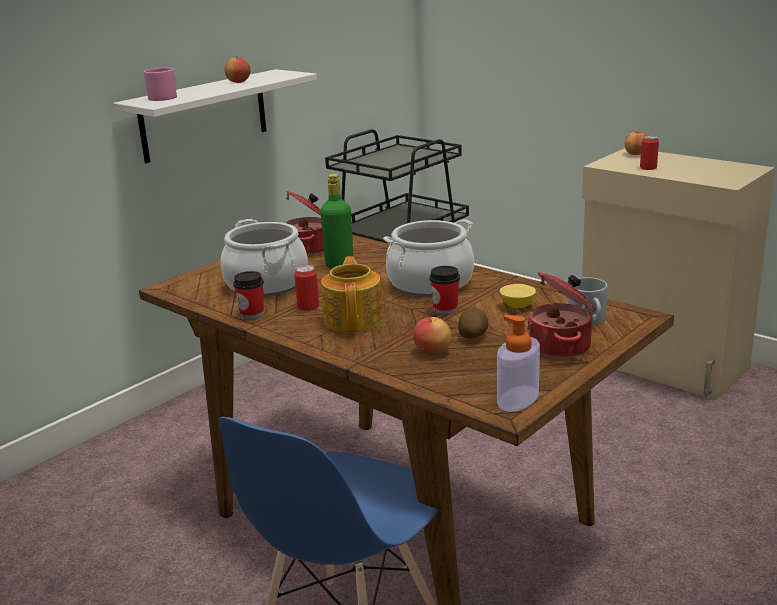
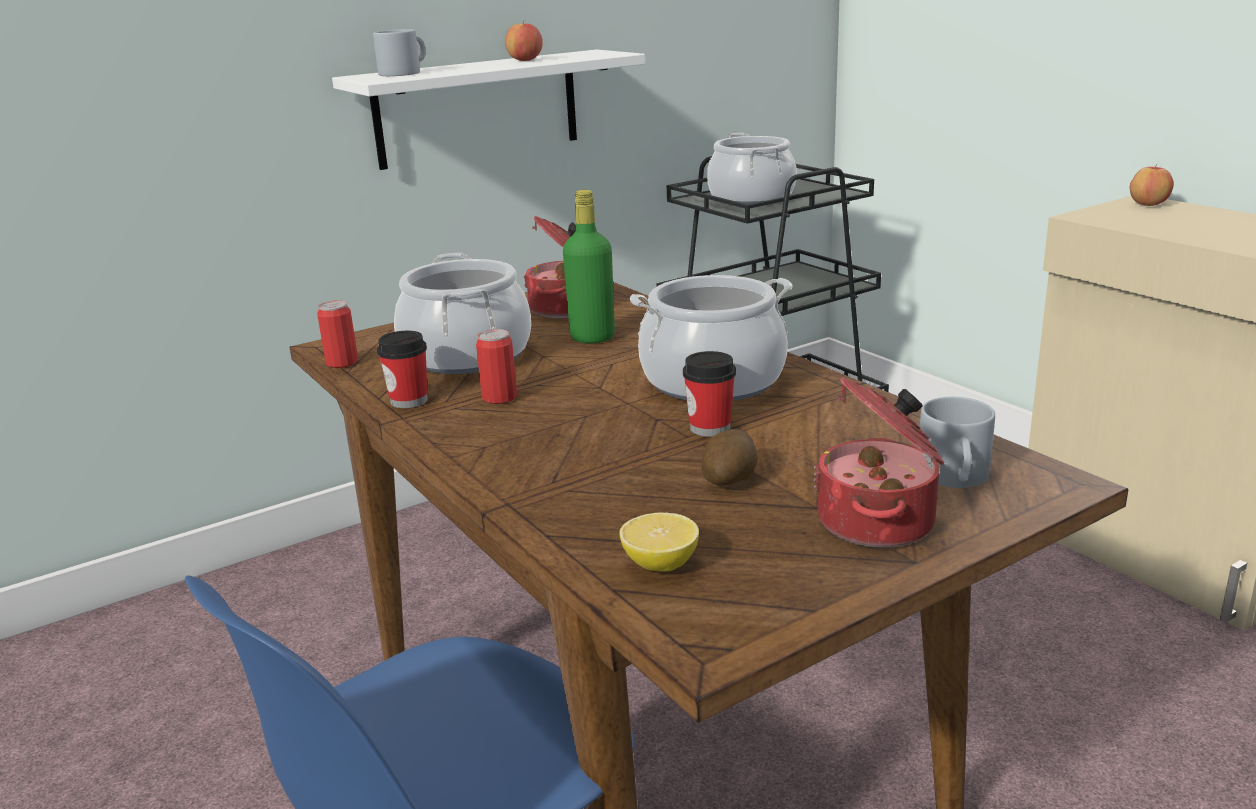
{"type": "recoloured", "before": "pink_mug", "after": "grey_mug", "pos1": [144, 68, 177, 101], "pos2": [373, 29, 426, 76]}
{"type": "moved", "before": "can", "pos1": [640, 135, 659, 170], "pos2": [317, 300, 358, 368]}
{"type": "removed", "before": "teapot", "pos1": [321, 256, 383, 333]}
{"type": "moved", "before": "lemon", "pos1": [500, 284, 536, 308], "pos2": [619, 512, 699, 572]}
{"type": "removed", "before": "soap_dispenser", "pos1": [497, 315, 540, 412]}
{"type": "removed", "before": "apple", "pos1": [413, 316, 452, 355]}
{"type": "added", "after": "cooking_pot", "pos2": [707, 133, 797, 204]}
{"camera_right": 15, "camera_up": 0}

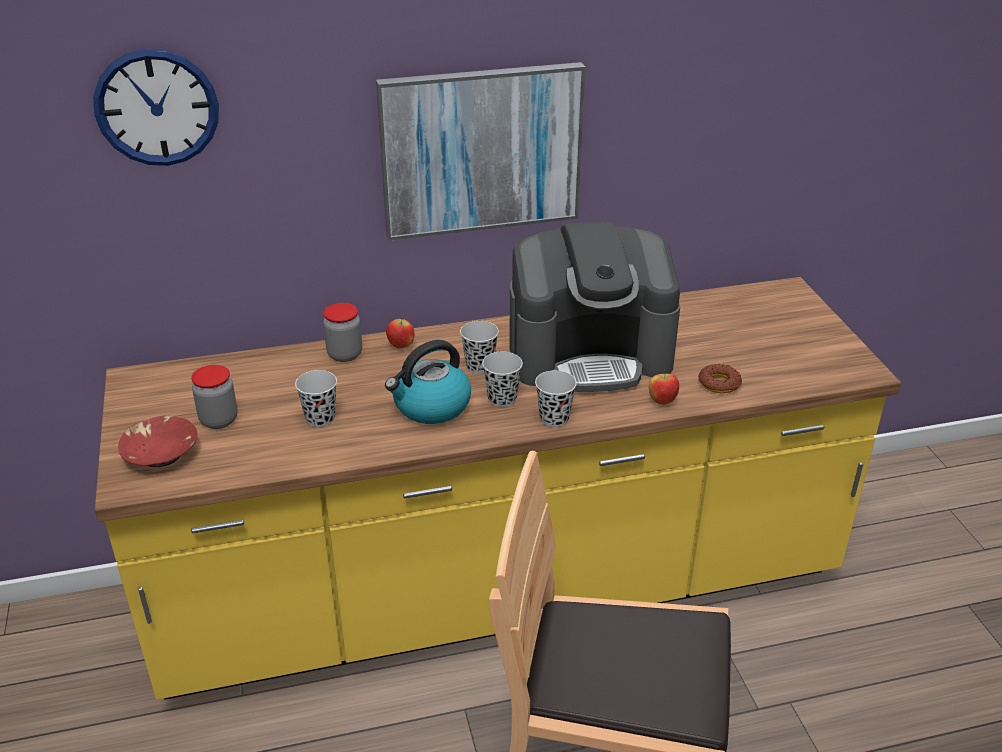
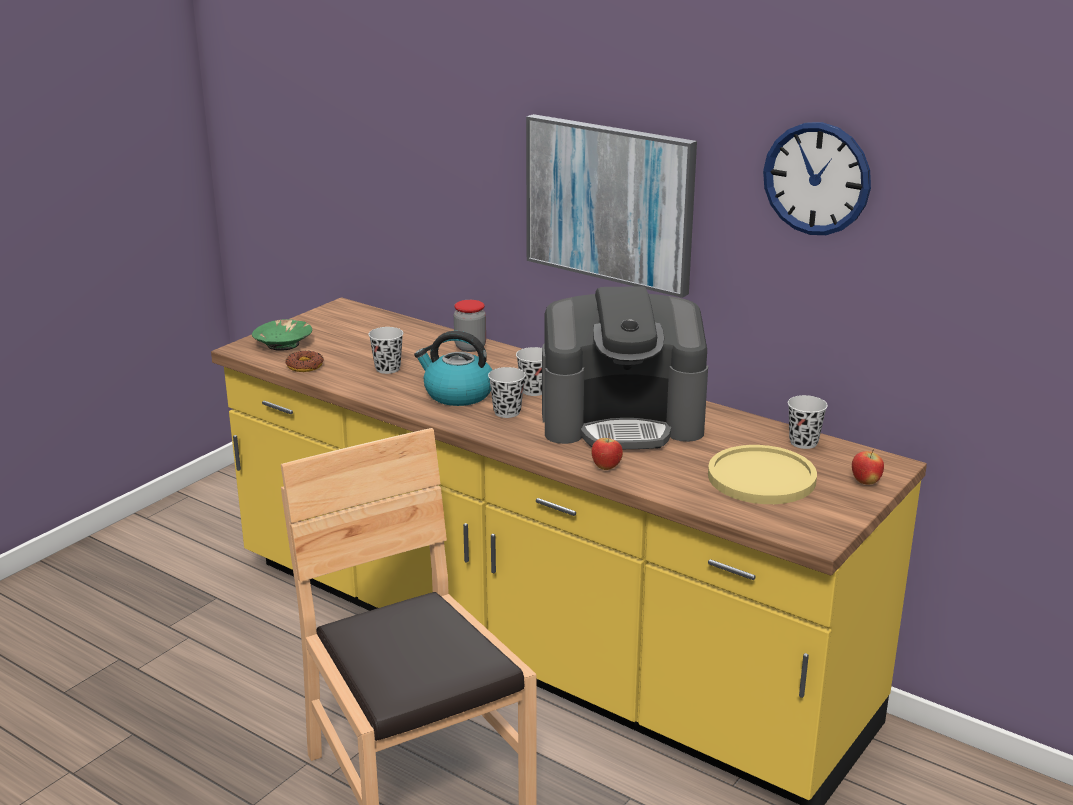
{"type": "moved", "before": "wall_clock", "pos1": [93, 49, 219, 166], "pos2": [763, 122, 871, 235]}
{"type": "turned", "before": "coffee_machine", "pos1": [509, 221, 680, 392], "pos2": [542, 286, 708, 449], "turn": -45}
{"type": "moved", "before": "apple", "pos1": [386, 316, 415, 349], "pos2": [852, 449, 884, 485]}
{"type": "moved", "before": "donut", "pos1": [698, 364, 742, 393], "pos2": [285, 351, 324, 372]}
{"type": "removed", "before": "jar", "pos1": [191, 365, 238, 429]}
{"type": "moved", "before": "black_cup", "pos1": [535, 370, 577, 427], "pos2": [788, 395, 828, 449]}
{"type": "recoloured", "before": "red_bowl", "after": "green_bowl", "pos1": [118, 416, 197, 467], "pos2": [252, 319, 312, 351]}
{"type": "added", "after": "yellow_plate", "pos2": [708, 445, 817, 504]}
{"camera_right": 50, "camera_up": -10}

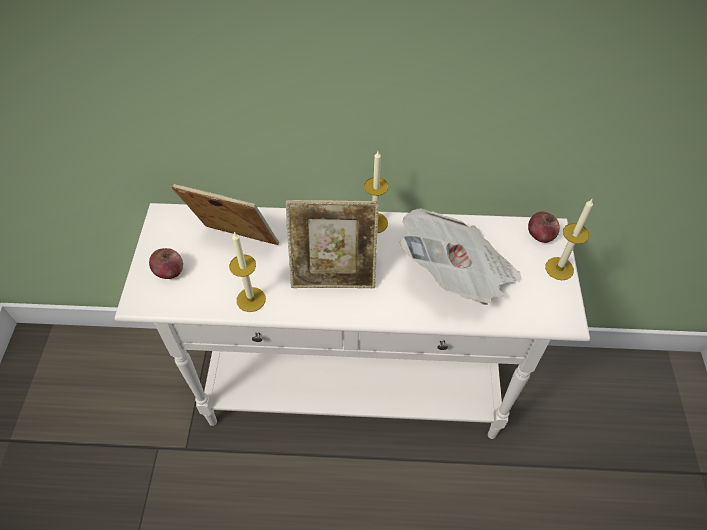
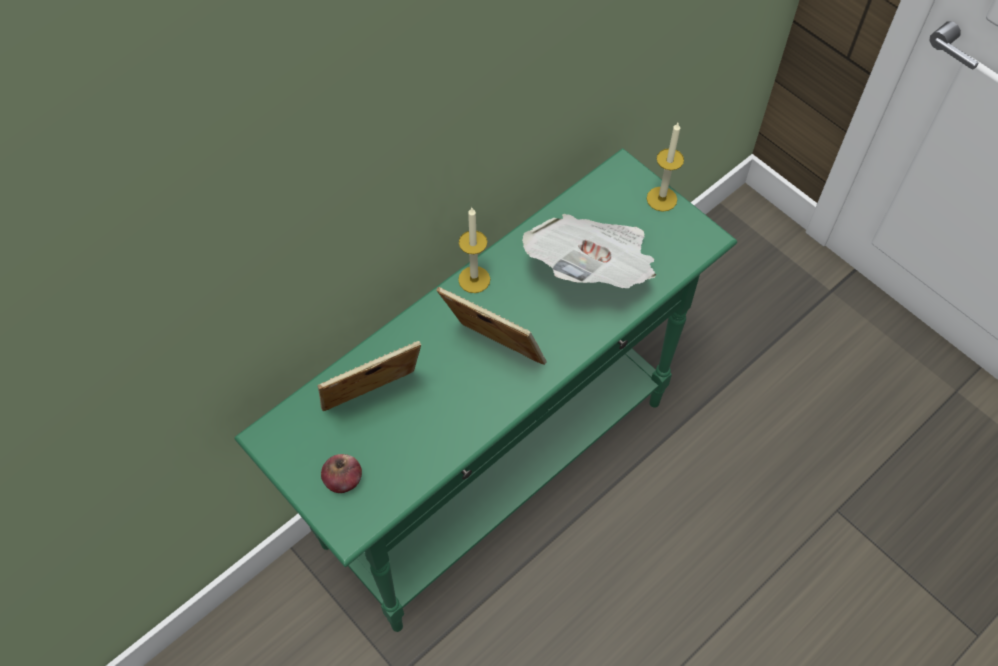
{"type": "turned", "before": "picture_frame", "pos1": [286, 200, 379, 288], "pos2": [437, 287, 547, 365], "turn": -105}
{"type": "recoloured", "before": "white_console_table", "after": "green_console_table", "pos1": [115, 203, 590, 439], "pos2": [234, 148, 737, 632]}
{"type": "removed", "before": "apple", "pos1": [528, 212, 560, 243]}
{"type": "removed", "before": "candle", "pos1": [229, 232, 266, 312]}
{"camera_right": -45, "camera_up": 5}

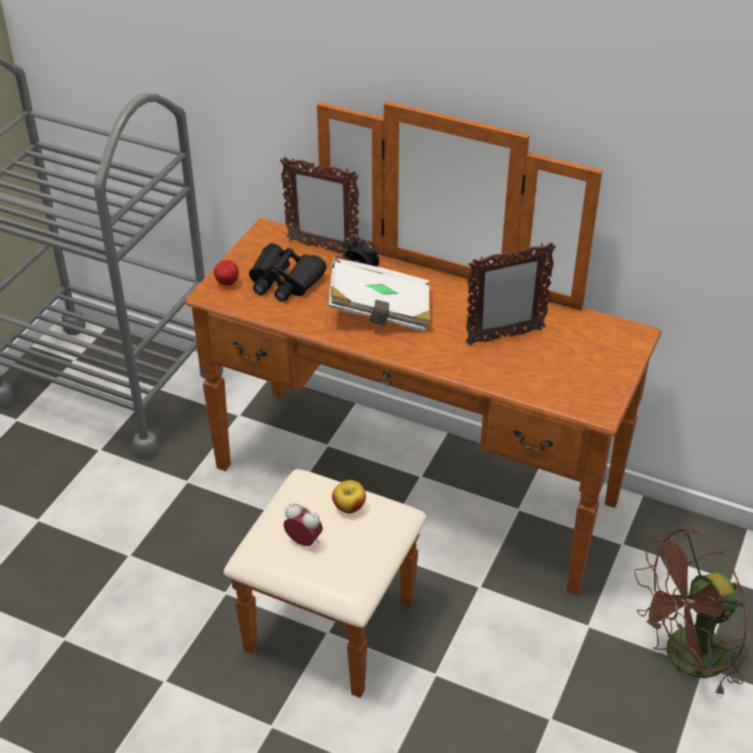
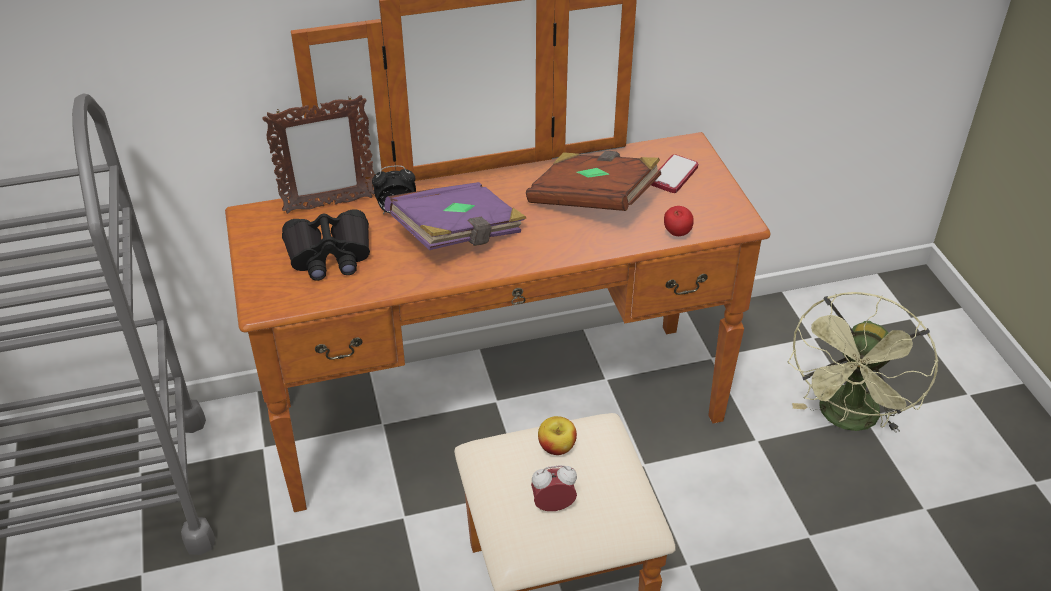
{"type": "replaced", "before": "picture_frame", "after": "brown_book", "pos1": [466, 242, 556, 346], "pos2": [526, 151, 661, 211]}
{"type": "recoloured", "before": "white_book", "after": "purple_book", "pos1": [328, 256, 431, 332], "pos2": [384, 182, 527, 250]}
{"type": "moved", "before": "apple", "pos1": [214, 260, 239, 286], "pos2": [664, 206, 694, 236]}
{"type": "recoloured", "before": "brown_fan", "after": "green_fan", "pos1": [634, 528, 749, 698], "pos2": [788, 292, 939, 433]}
{"type": "added", "after": "phone", "pos2": [651, 154, 698, 193]}
{"camera_right": -40, "camera_up": 0}

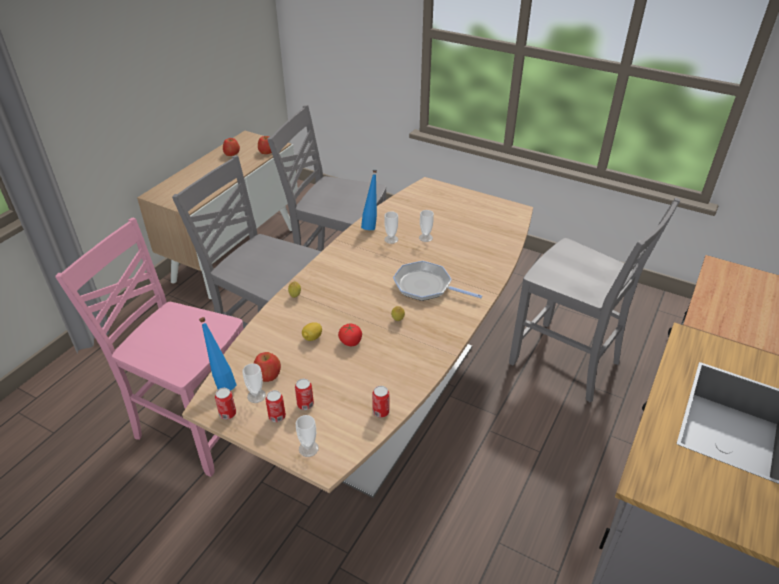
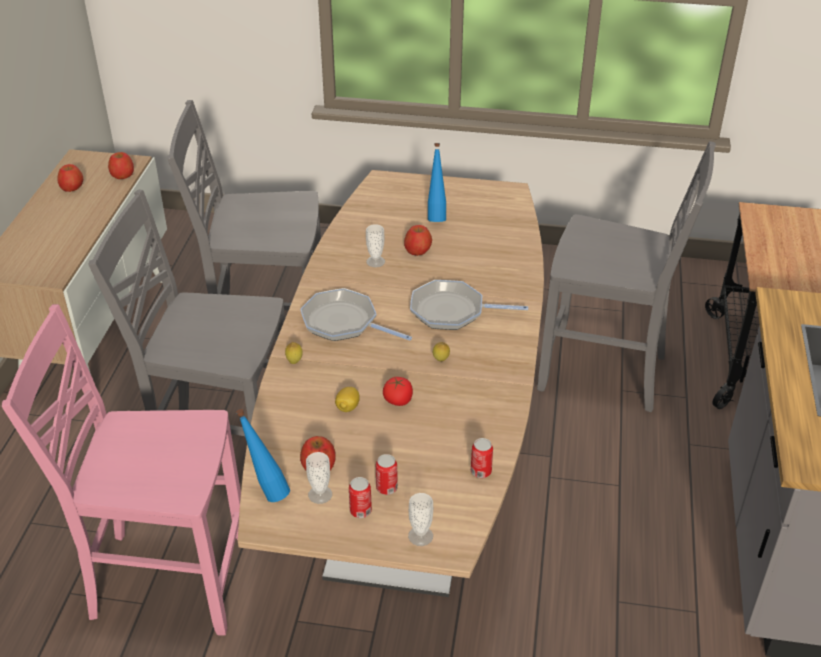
{"type": "moved", "before": "blue_bottle", "pos1": [361, 170, 377, 230], "pos2": [428, 143, 446, 222]}
{"type": "replaced", "before": "cup", "after": "apple", "pos1": [419, 210, 434, 242], "pos2": [404, 225, 432, 256]}
{"type": "removed", "before": "can", "pos1": [215, 388, 236, 420]}
{"type": "added", "after": "frying_pan", "pos2": [300, 288, 412, 341]}
{"camera_right": -20, "camera_up": 0}

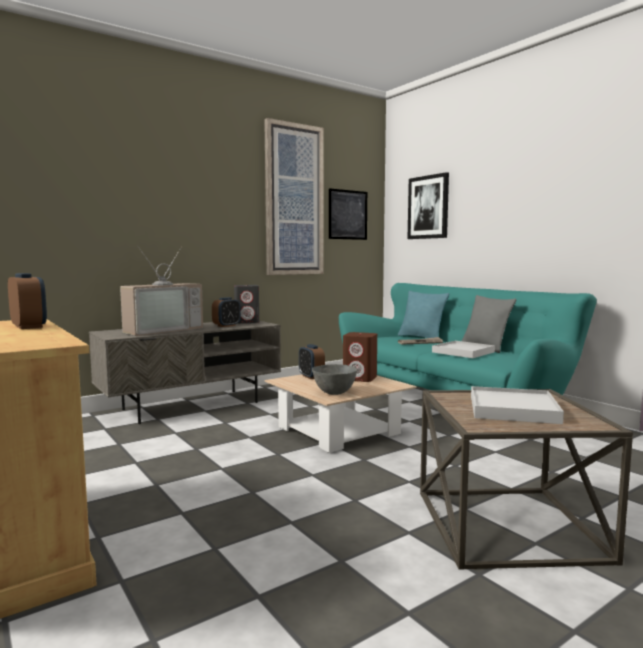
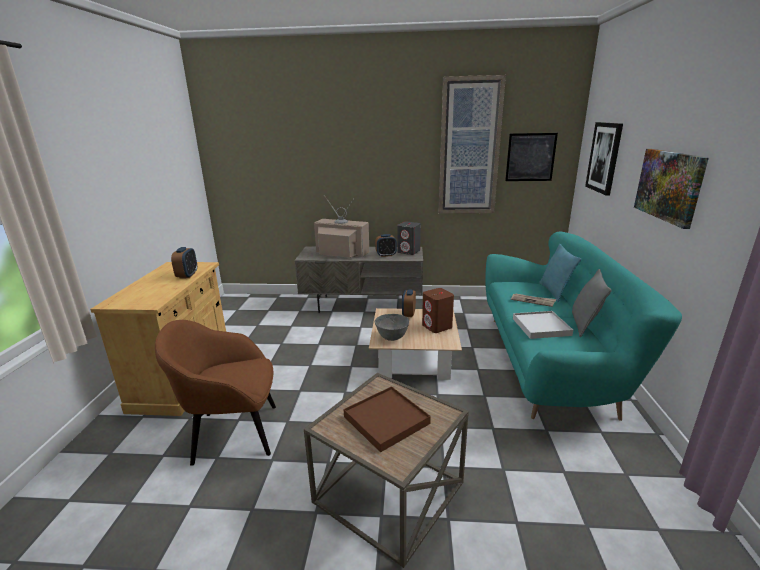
{"type": "turned", "before": "television", "pos1": [120, 247, 203, 336], "pos2": [314, 197, 369, 258], "turn": -150}
{"type": "recoloured", "before": "white_tray", "after": "brown_tray", "pos1": [471, 386, 564, 424], "pos2": [344, 386, 431, 452]}
{"type": "added", "after": "picture", "pos2": [634, 149, 709, 229]}
{"type": "added", "after": "brown_armchair", "pos2": [155, 320, 276, 466]}
{"camera_right": 40, "camera_up": 15}

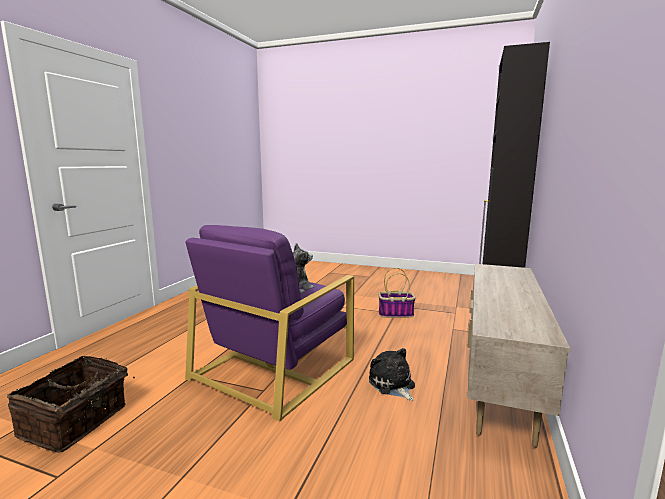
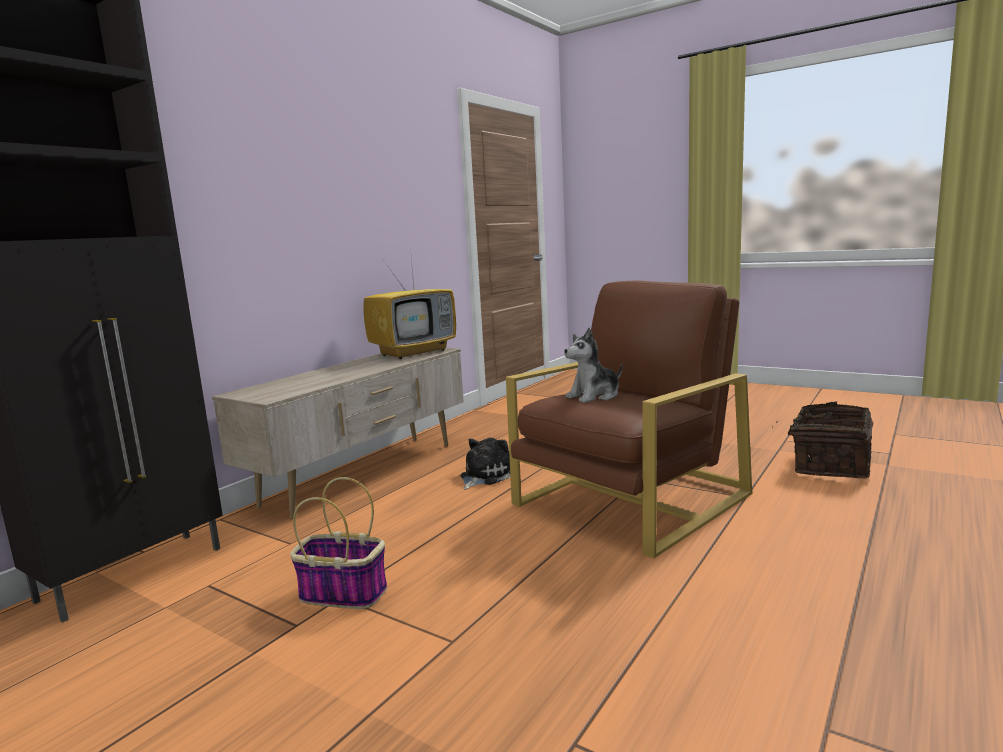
{"type": "recoloured", "before": "purple_armchair", "after": "brown_armchair", "pos1": [185, 225, 354, 422], "pos2": [506, 280, 753, 558]}
{"type": "turned", "before": "plush_toy", "pos1": [369, 348, 415, 401], "pos2": [460, 438, 510, 490], "turn": -135}
{"type": "added", "after": "television", "pos2": [363, 258, 456, 359]}
{"camera_right": -165, "camera_up": 0}

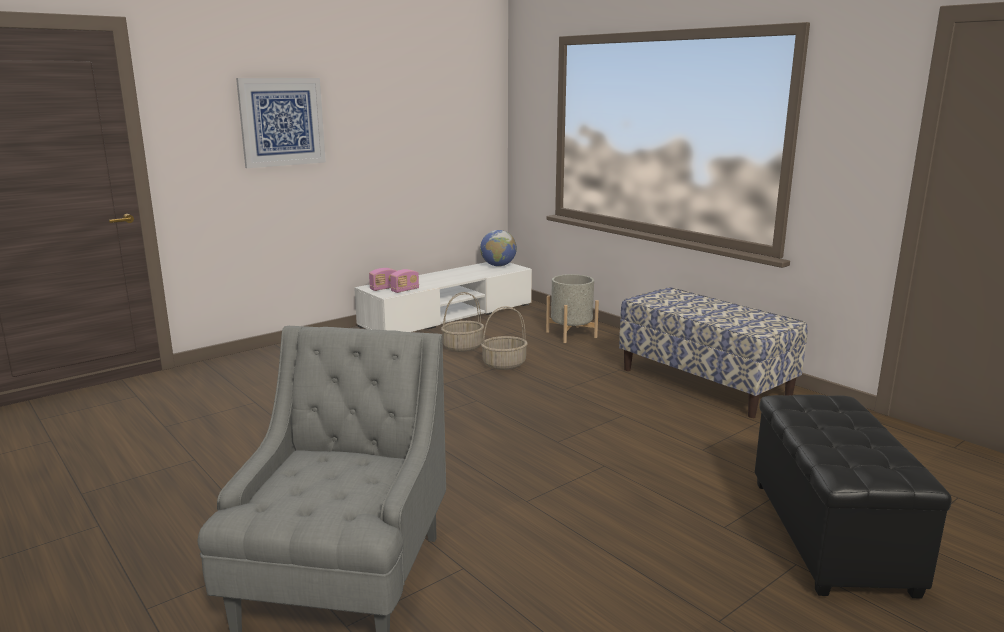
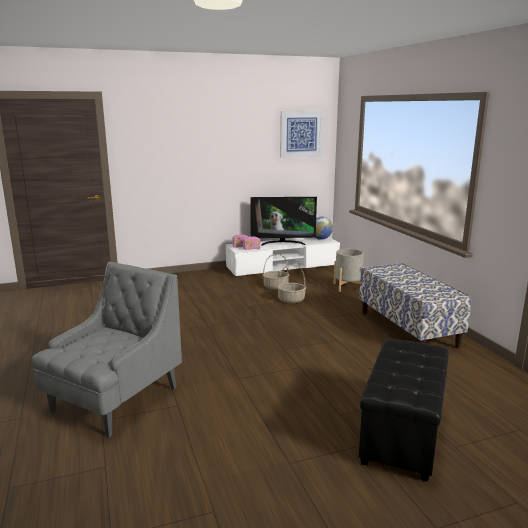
{"type": "moved", "before": "picture", "pos1": [236, 78, 326, 168], "pos2": [280, 111, 323, 158]}
{"type": "added", "after": "television", "pos2": [250, 197, 317, 246]}
{"camera_right": 20, "camera_up": 0}

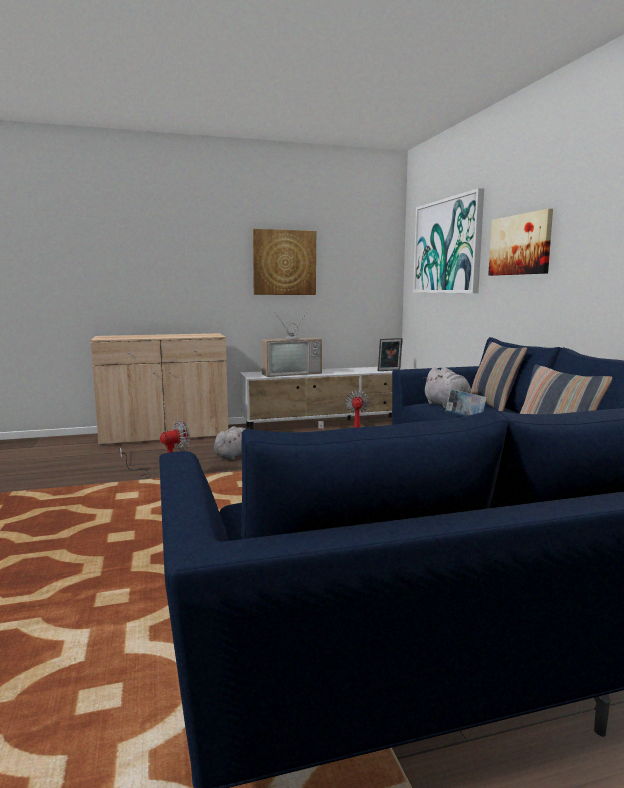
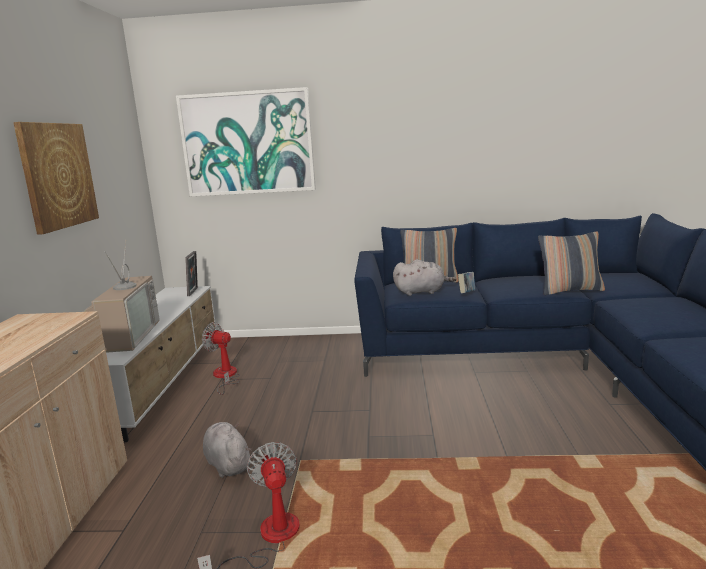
{"type": "removed", "before": "picture", "pos1": [488, 209, 553, 276]}
{"camera_right": -70, "camera_up": 5}

